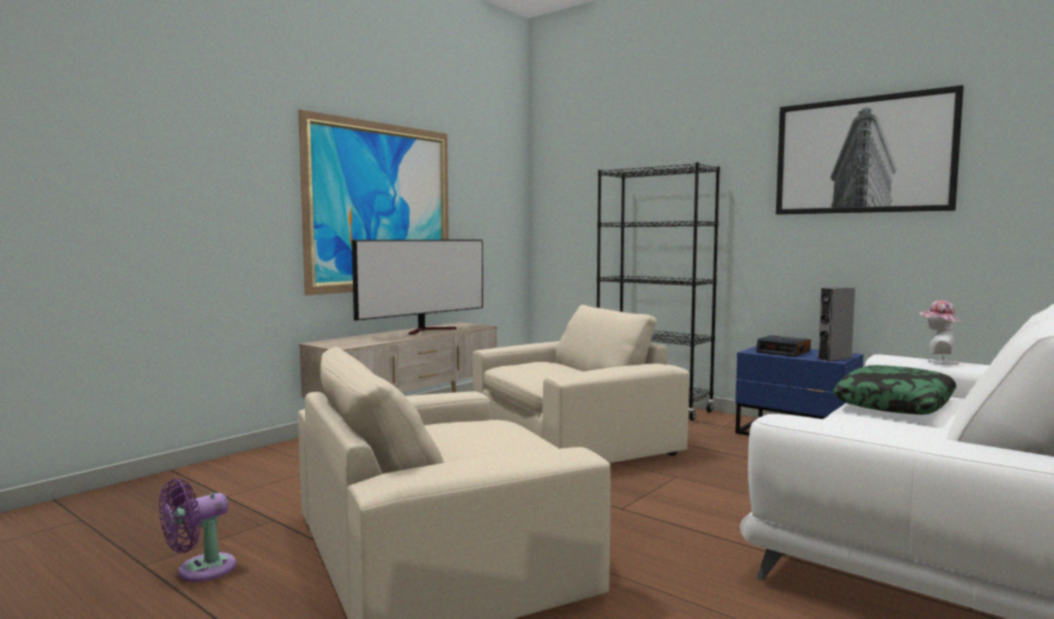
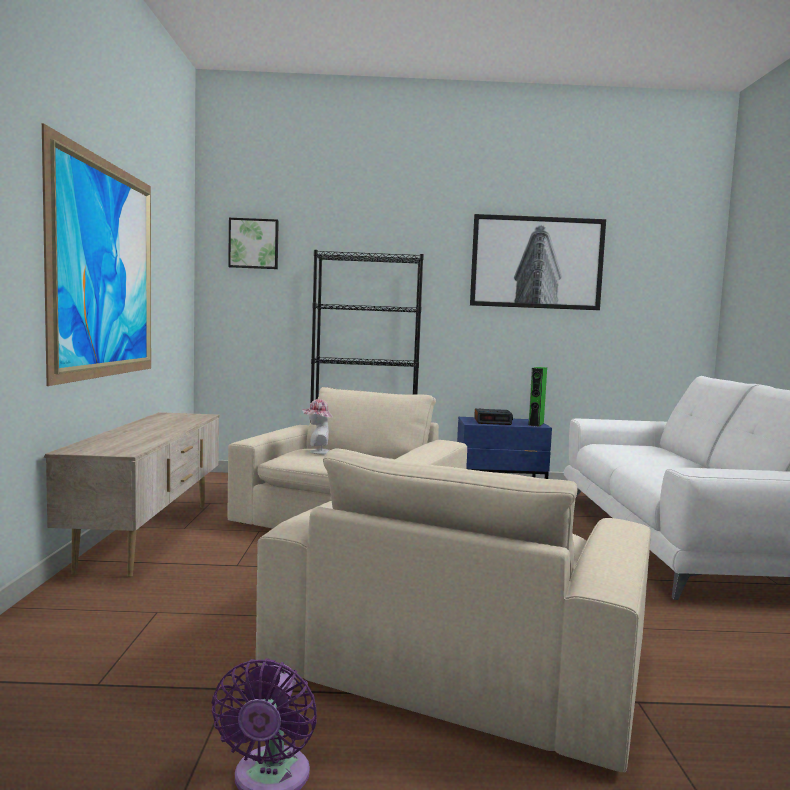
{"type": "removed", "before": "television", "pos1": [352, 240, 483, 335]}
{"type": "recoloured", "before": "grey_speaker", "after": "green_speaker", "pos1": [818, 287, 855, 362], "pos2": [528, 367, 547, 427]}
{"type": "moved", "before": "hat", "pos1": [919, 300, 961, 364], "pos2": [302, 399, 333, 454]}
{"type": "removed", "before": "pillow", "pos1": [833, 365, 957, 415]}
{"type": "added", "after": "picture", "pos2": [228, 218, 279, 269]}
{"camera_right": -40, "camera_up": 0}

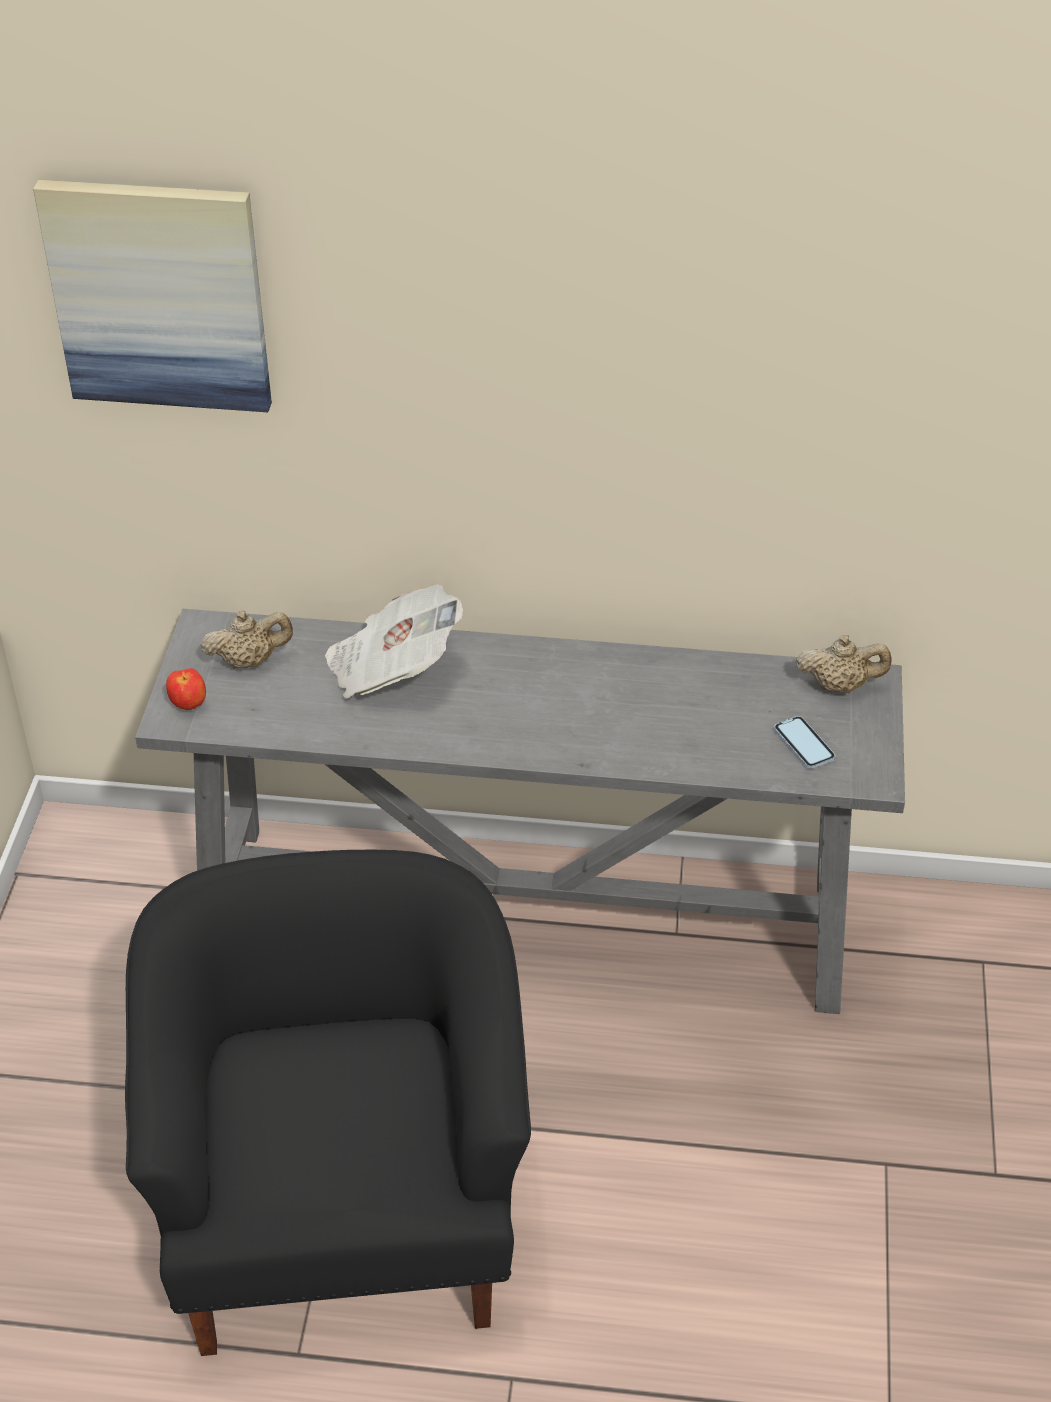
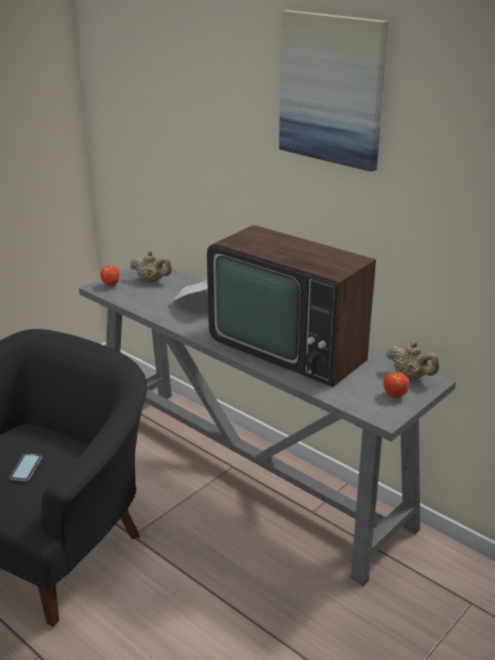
{"type": "moved", "before": "picture", "pos1": [33, 179, 272, 412], "pos2": [279, 10, 389, 172]}
{"type": "moved", "before": "phone", "pos1": [774, 716, 835, 769], "pos2": [10, 454, 42, 481]}
{"type": "added", "after": "television", "pos2": [207, 225, 376, 387]}
{"type": "added", "after": "apple", "pos2": [383, 372, 409, 398]}
{"camera_right": 35, "camera_up": -15}

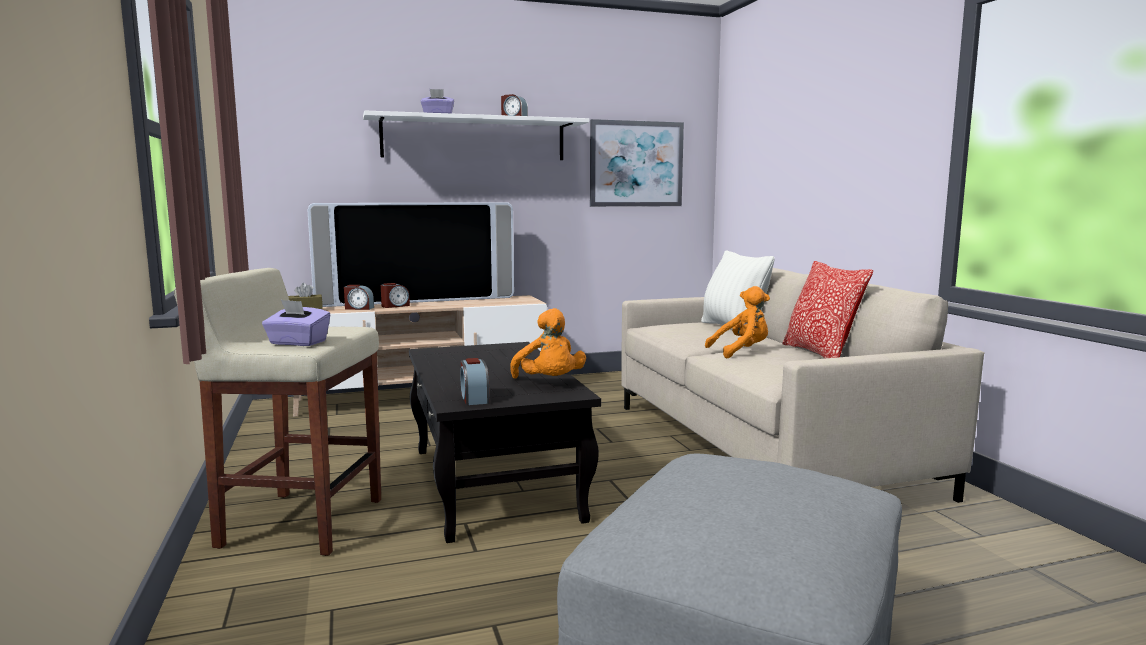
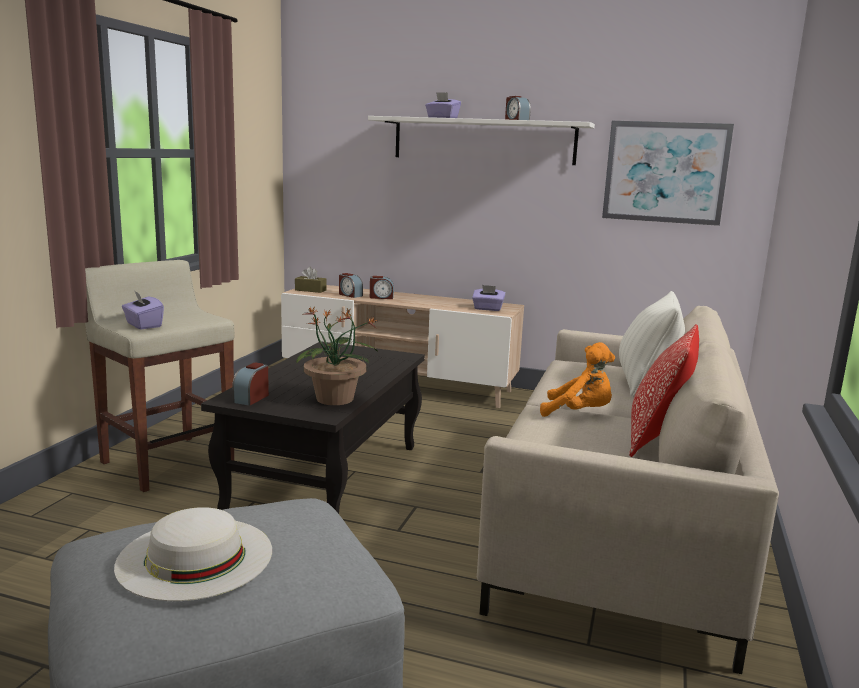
{"type": "removed", "before": "television", "pos1": [307, 202, 514, 307]}
{"type": "replaced", "before": "orange_plush_toy", "after": "potted_plant", "pos1": [510, 308, 586, 379], "pos2": [296, 307, 378, 405]}
{"type": "added", "after": "purple_tissue_box", "pos2": [472, 285, 506, 311]}
{"type": "added", "after": "white_hat", "pos2": [114, 507, 272, 601]}
{"camera_right": 35, "camera_up": 5}

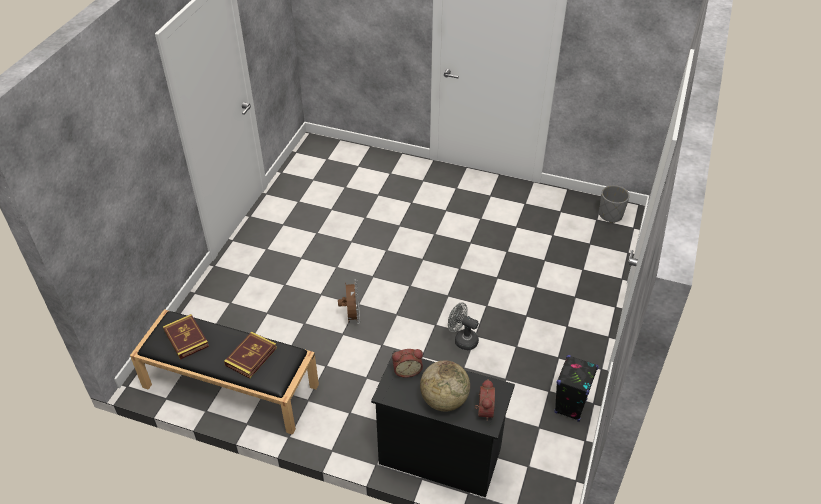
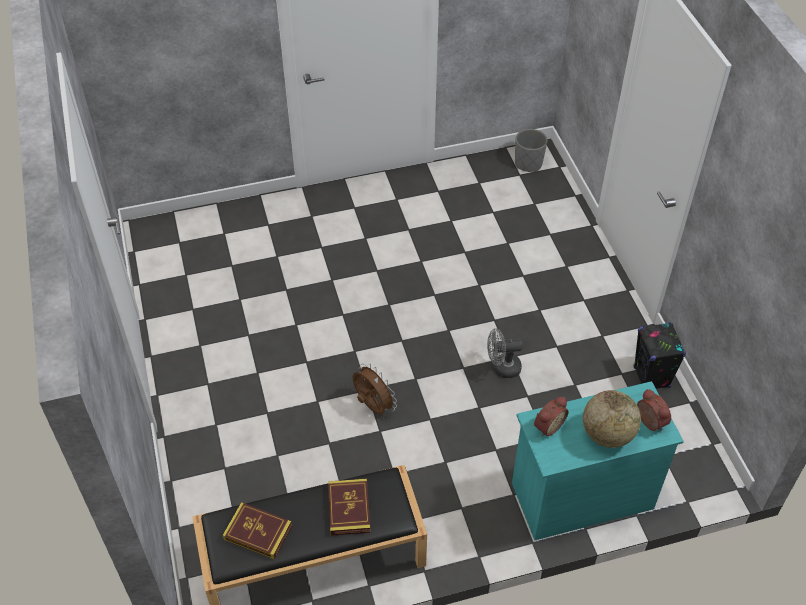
{"type": "recoloured", "before": "black_dresser", "after": "turquoise_dresser", "pos1": [371, 351, 515, 498], "pos2": [512, 381, 684, 540]}
{"camera_right": -35, "camera_up": 5}

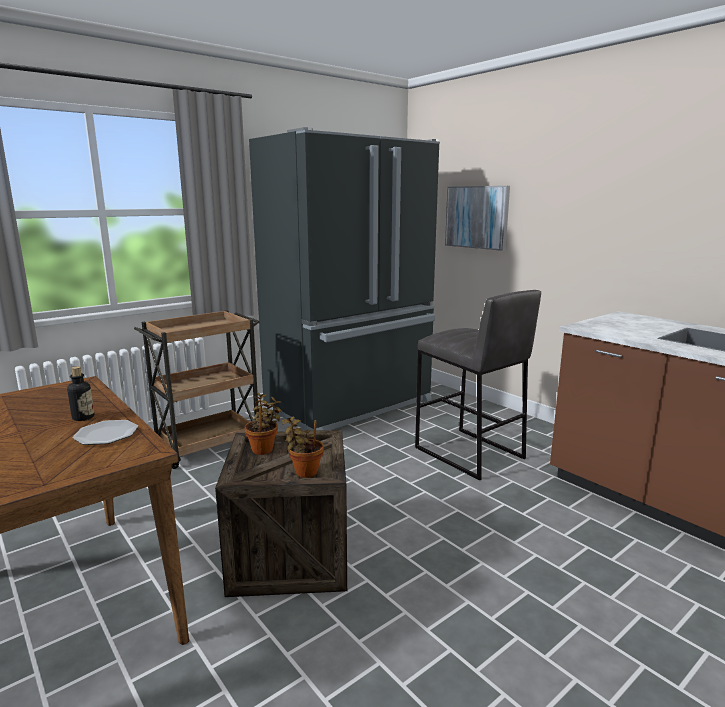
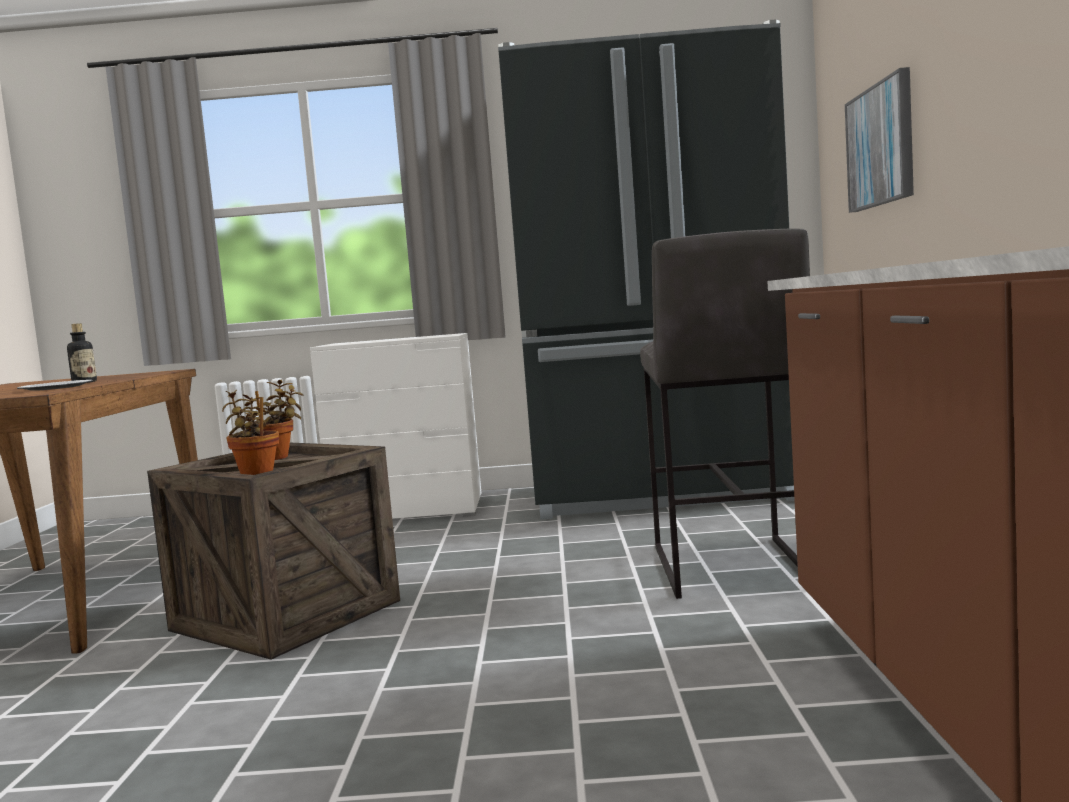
{"type": "replaced", "before": "brown_cart", "after": "white_dresser", "pos1": [134, 310, 259, 469], "pos2": [310, 333, 481, 519]}
{"camera_right": 40, "camera_up": -10}

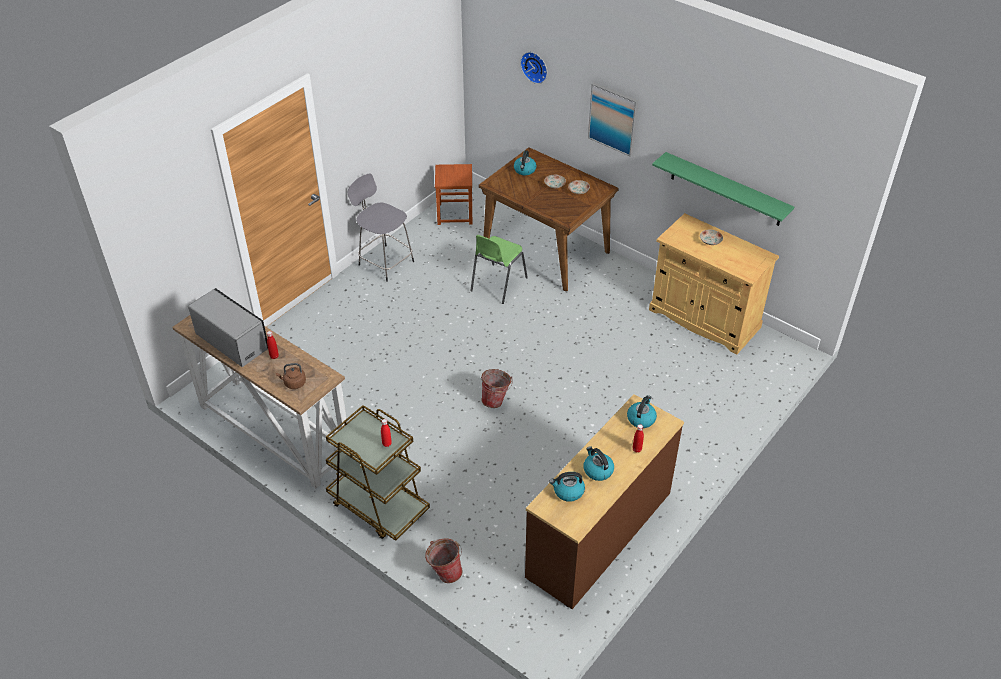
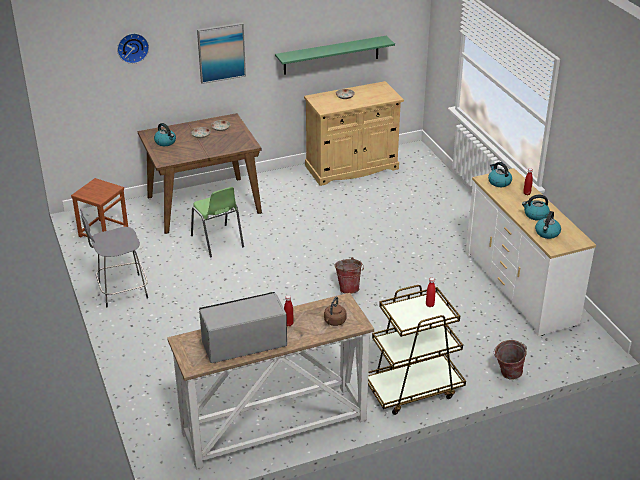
{"type": "recoloured", "before": "brown_dresser", "after": "white_dresser", "pos1": [525, 394, 684, 609], "pos2": [466, 168, 596, 336]}
{"camera_right": -60, "camera_up": -10}

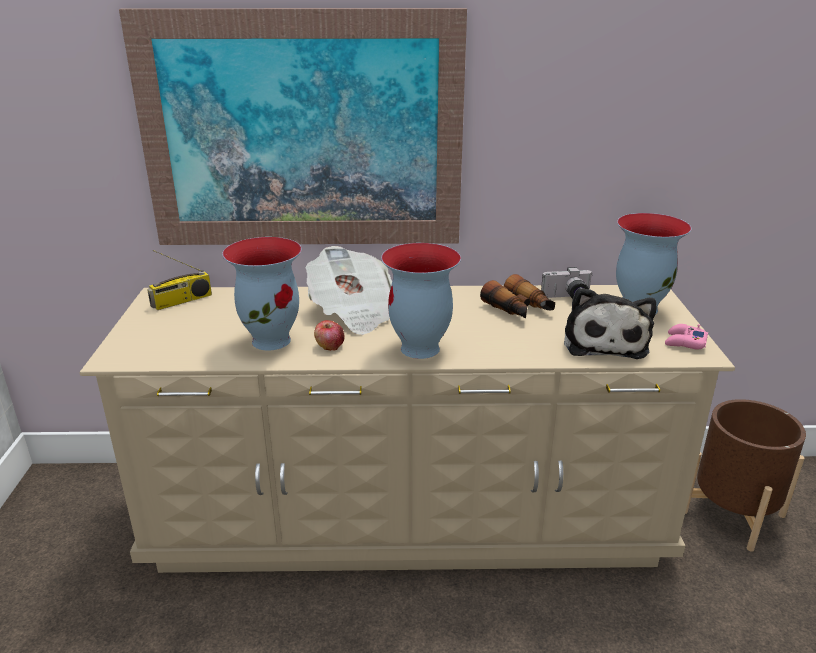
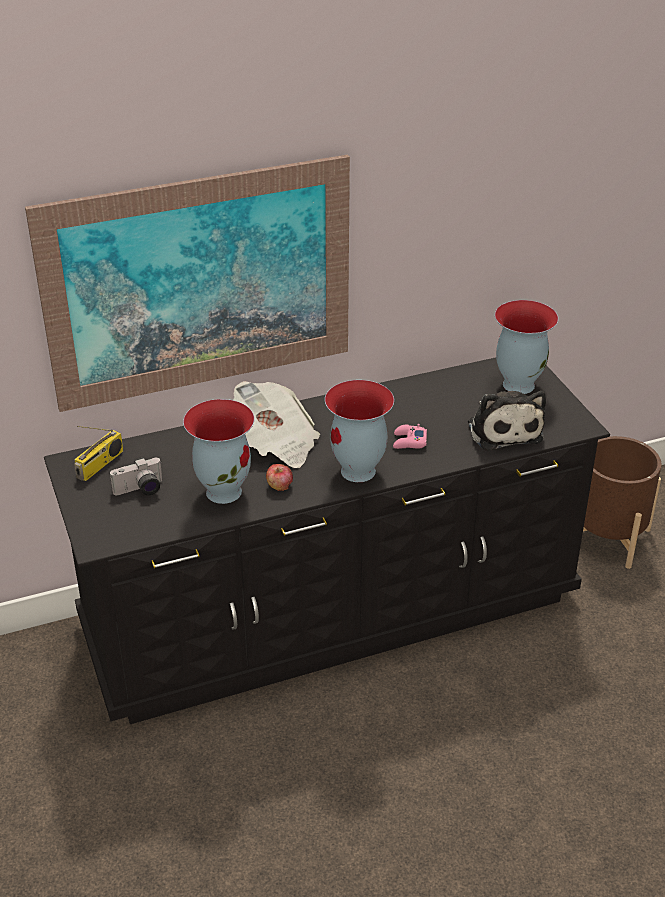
{"type": "moved", "before": "photo_camera", "pos1": [541, 267, 592, 299], "pos2": [110, 457, 162, 495]}
{"type": "removed", "before": "binoculars", "pos1": [480, 274, 555, 318]}
{"type": "recoloured", "before": "beige_dresser", "after": "black_dresser", "pos1": [79, 285, 735, 573], "pos2": [44, 357, 610, 724]}
{"type": "moved", "before": "pink_game_controller", "pos1": [665, 324, 708, 349], "pos2": [393, 424, 427, 449]}
{"camera_right": -20, "camera_up": 10}

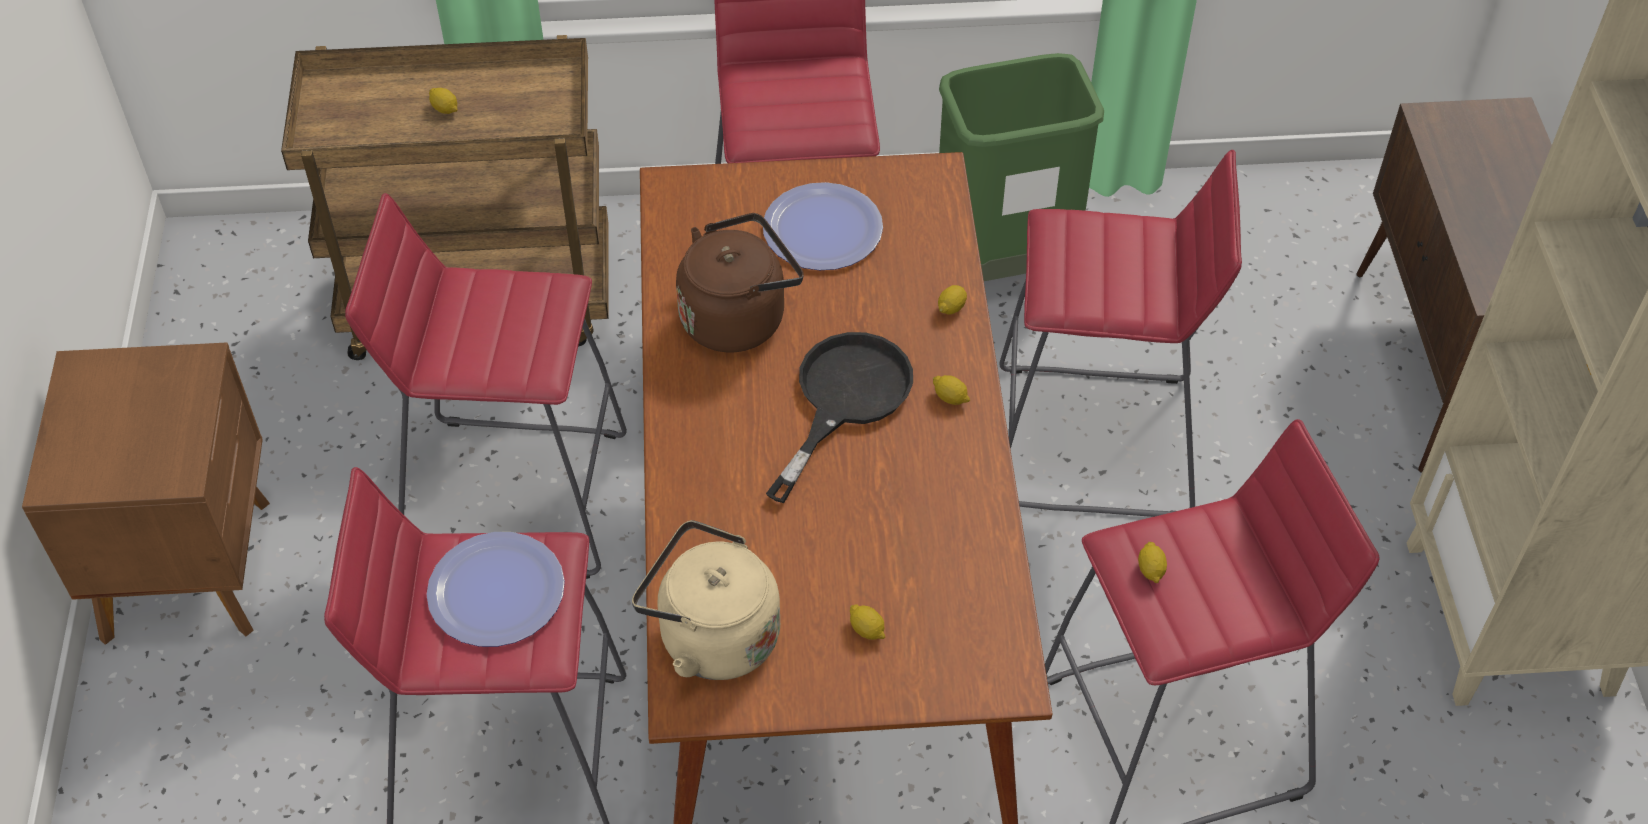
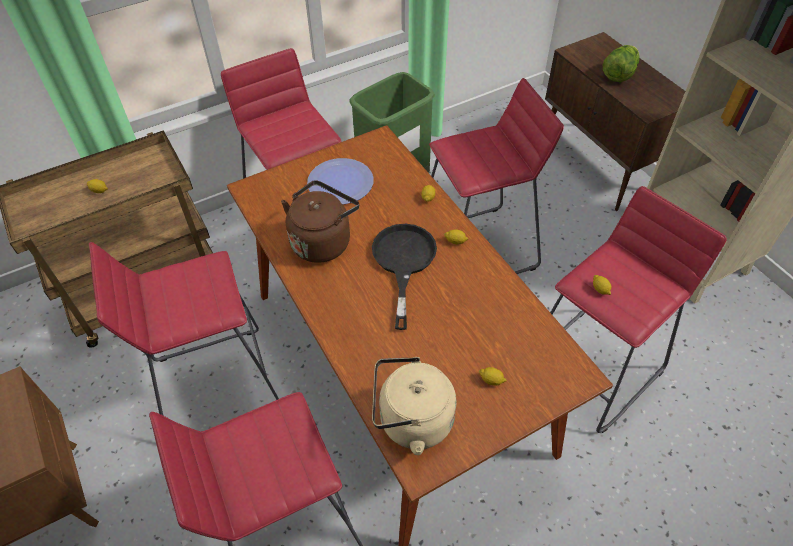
{"type": "removed", "before": "plate", "pos1": [427, 532, 565, 647]}
{"type": "added", "after": "lettuce", "pos2": [603, 45, 640, 82]}
{"camera_right": -25, "camera_up": 0}

